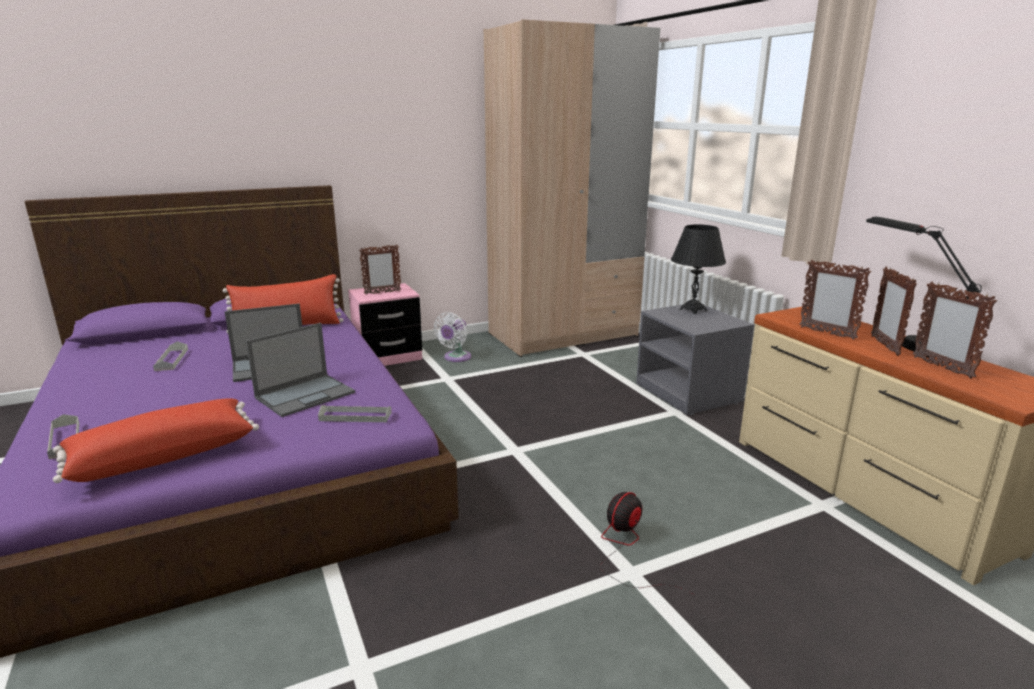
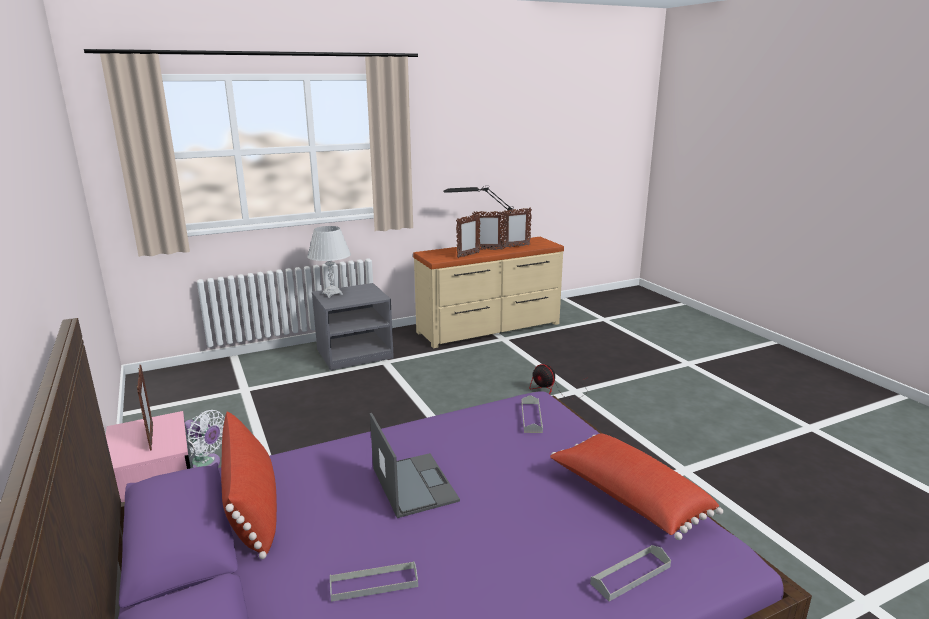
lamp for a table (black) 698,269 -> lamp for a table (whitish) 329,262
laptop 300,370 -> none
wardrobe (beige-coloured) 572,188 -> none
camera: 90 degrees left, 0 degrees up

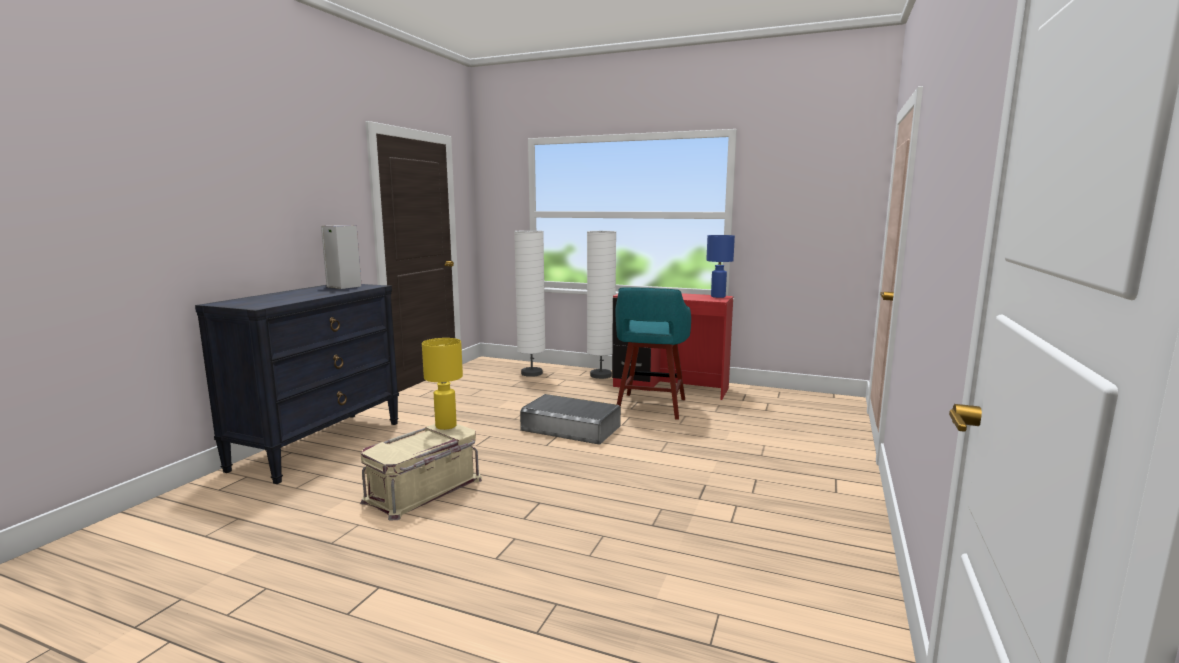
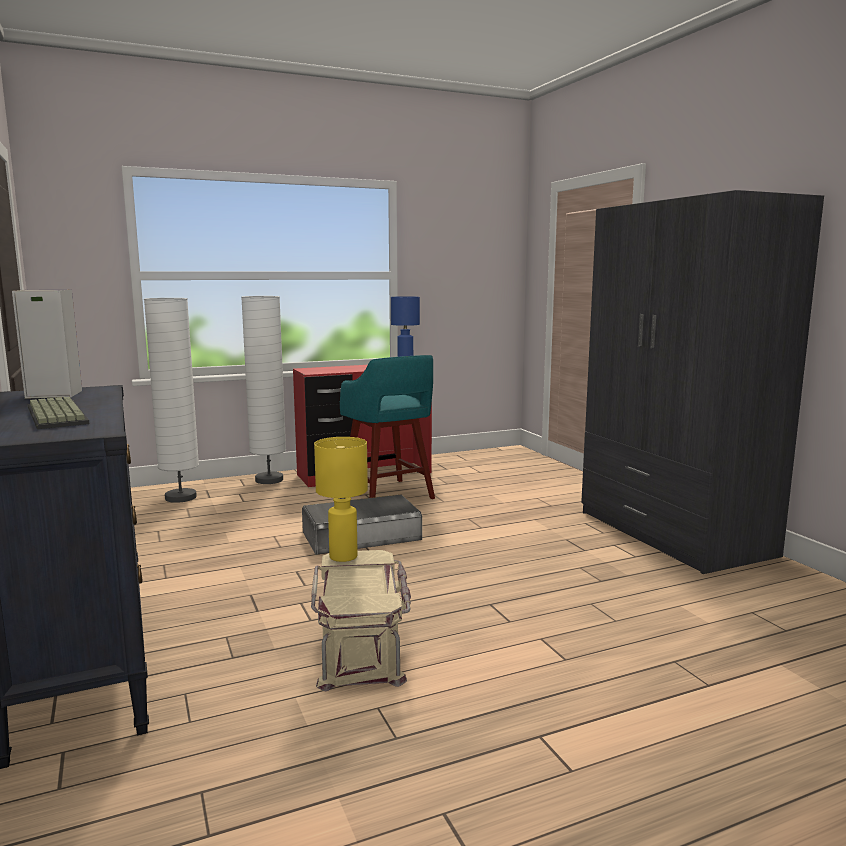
none -> PC keyboard 58,413
none -> wardrobe (greyish) 702,382
camera: 45 degrees left, 0 degrees up

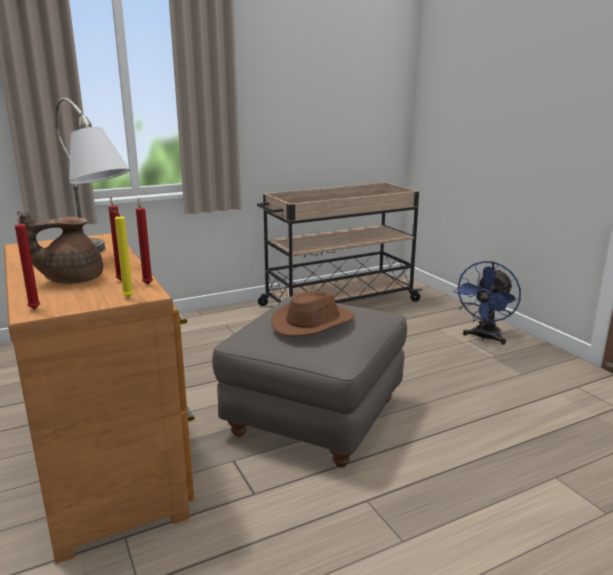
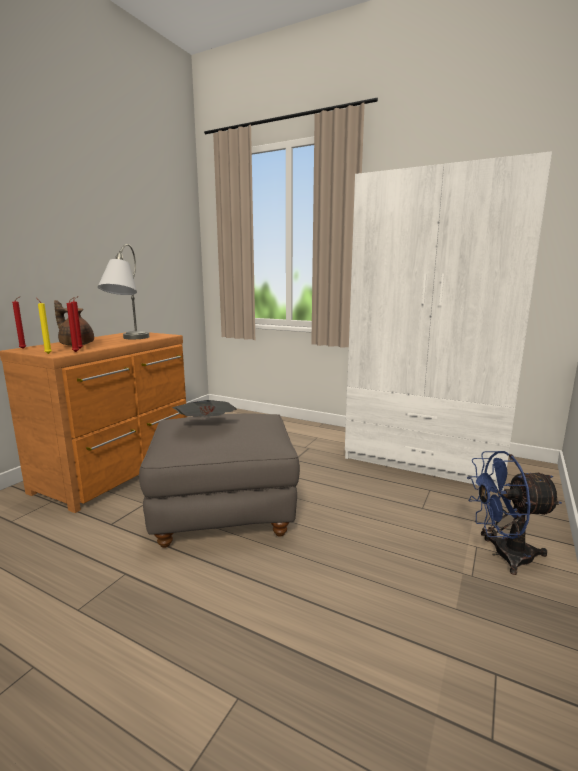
wearable hat (brownish) 313,313 -> daily paper 204,408
wheeled cart (beige-coloured) 340,244 -> wardrobe (whitish) 448,321
camera: 55 degrees right, 5 degrees down

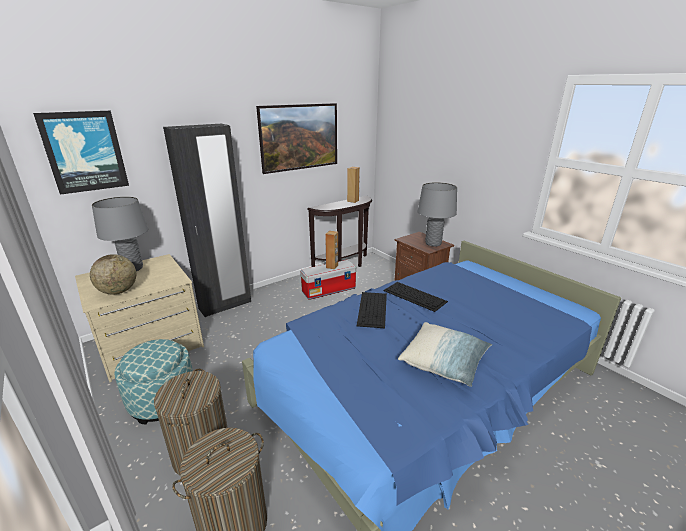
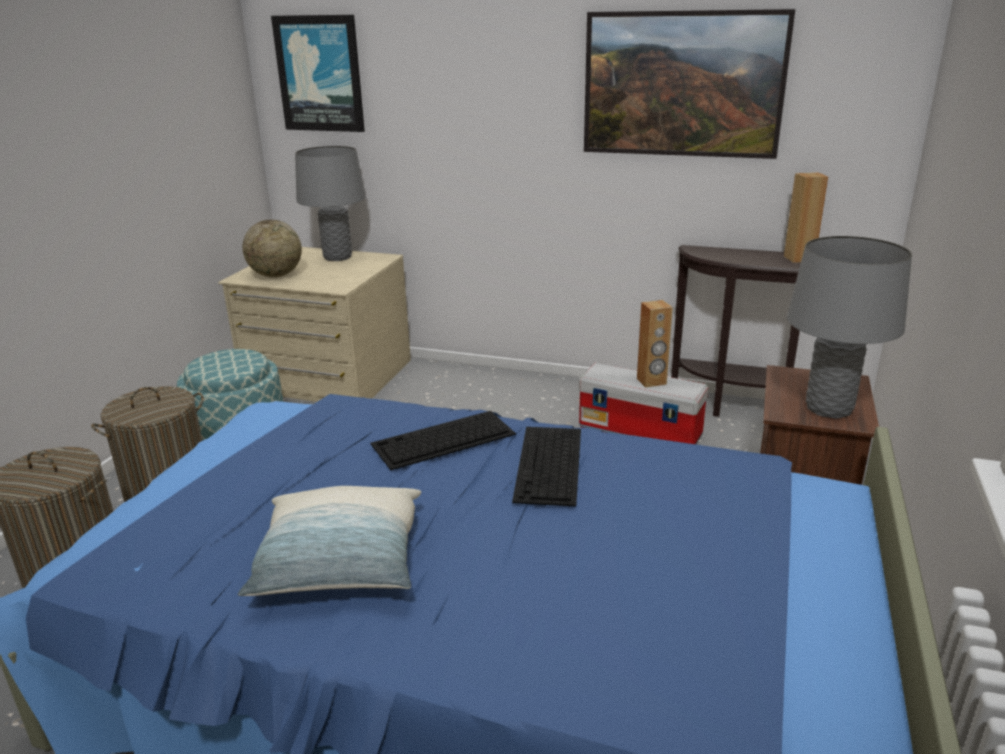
wardrobe (black) 207,220 -> none
camera: 55 degrees right, 0 degrees up

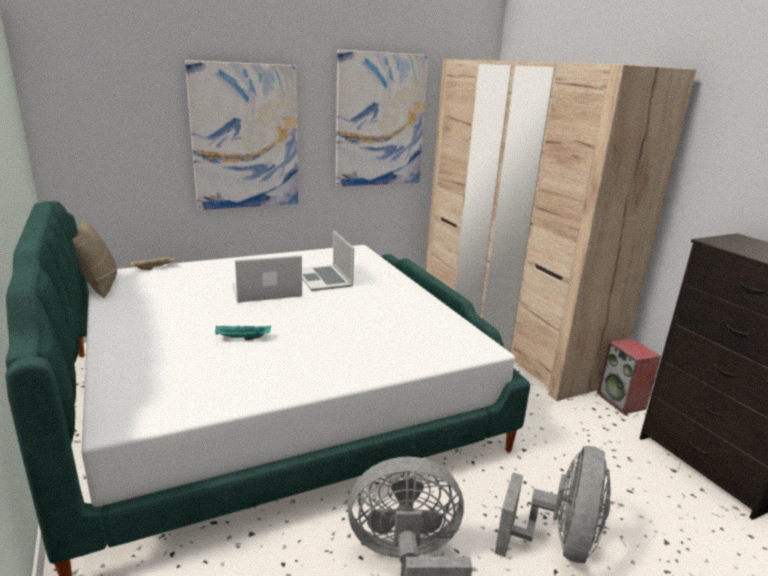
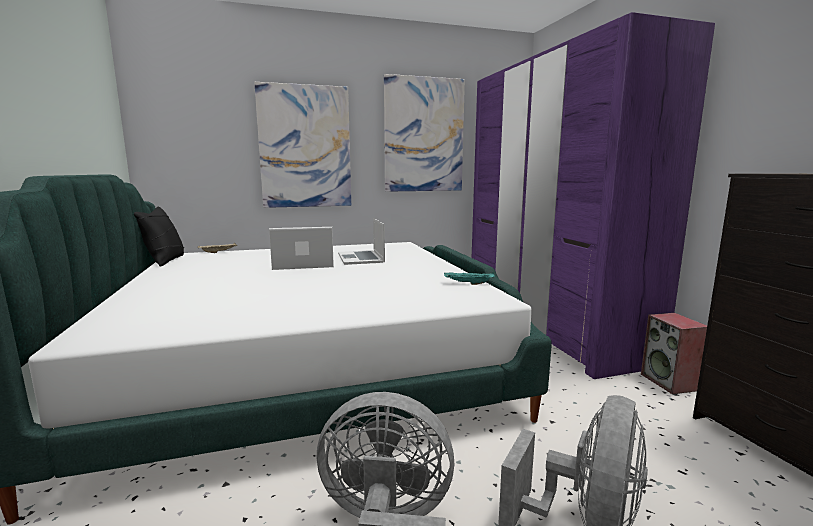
cushion (beige-coloured) 95,259 -> cushion (black) 159,236
carrying tray (blue-green) 243,332 -> carrying tray (blue-green) 469,278, relocated
wardrobe (beige-coloured) 561,230 -> wardrobe (purplish) 593,195
camera: 10 degrees right, 10 degrees down

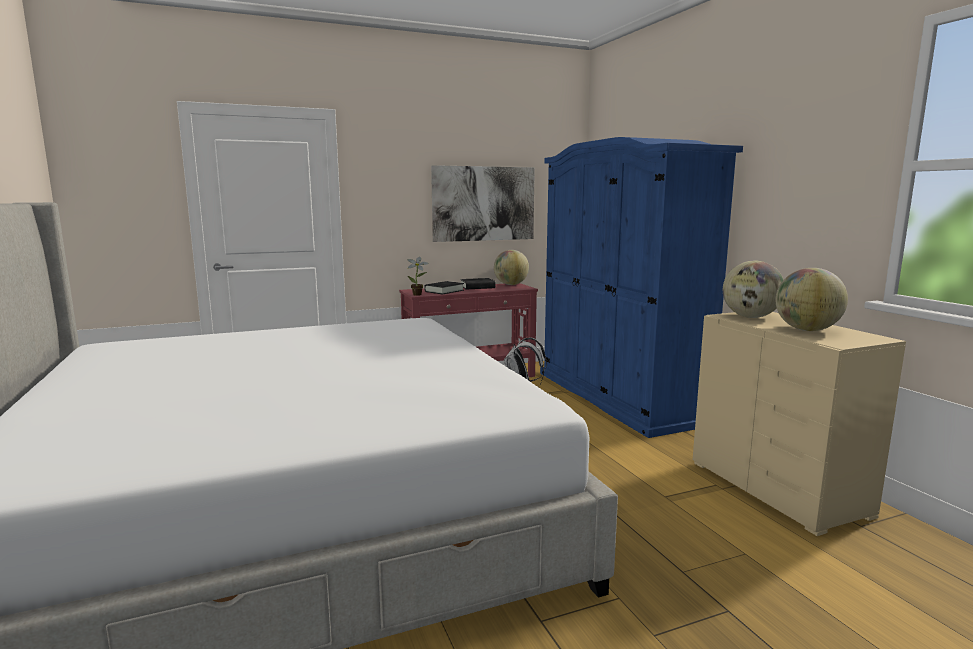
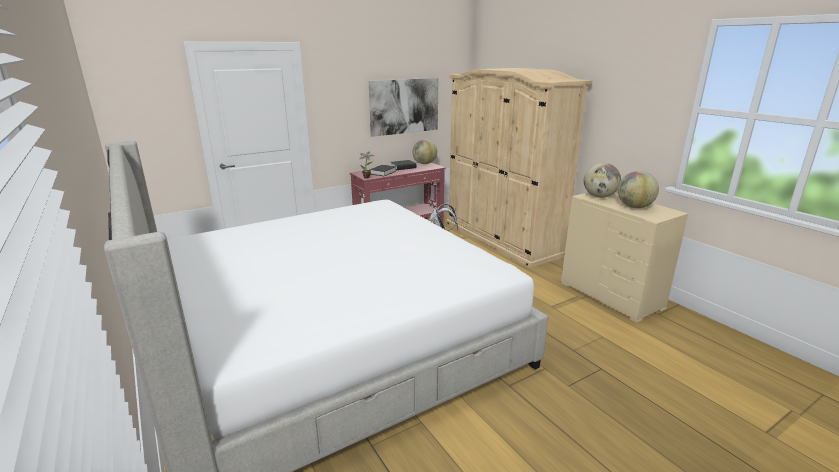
wardrobe (bluish) 641,287 -> wardrobe (beige-coloured) 519,168
camera: 10 degrees left, 10 degrees up

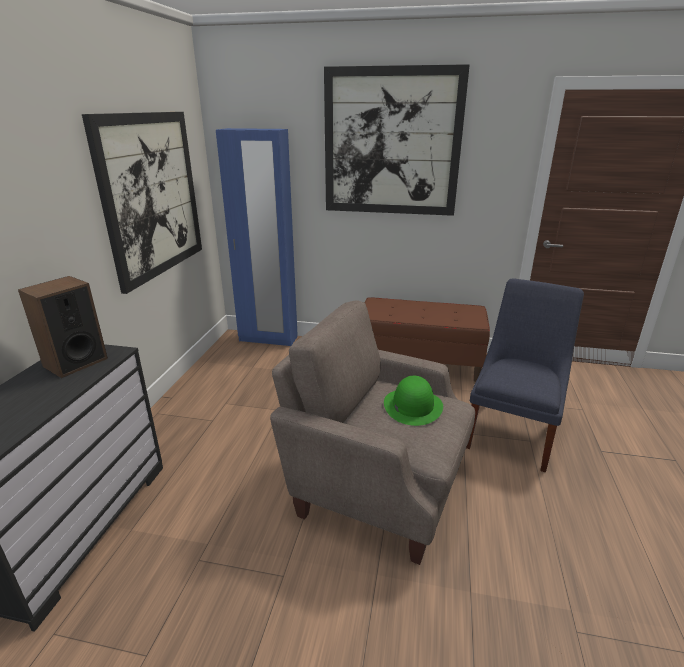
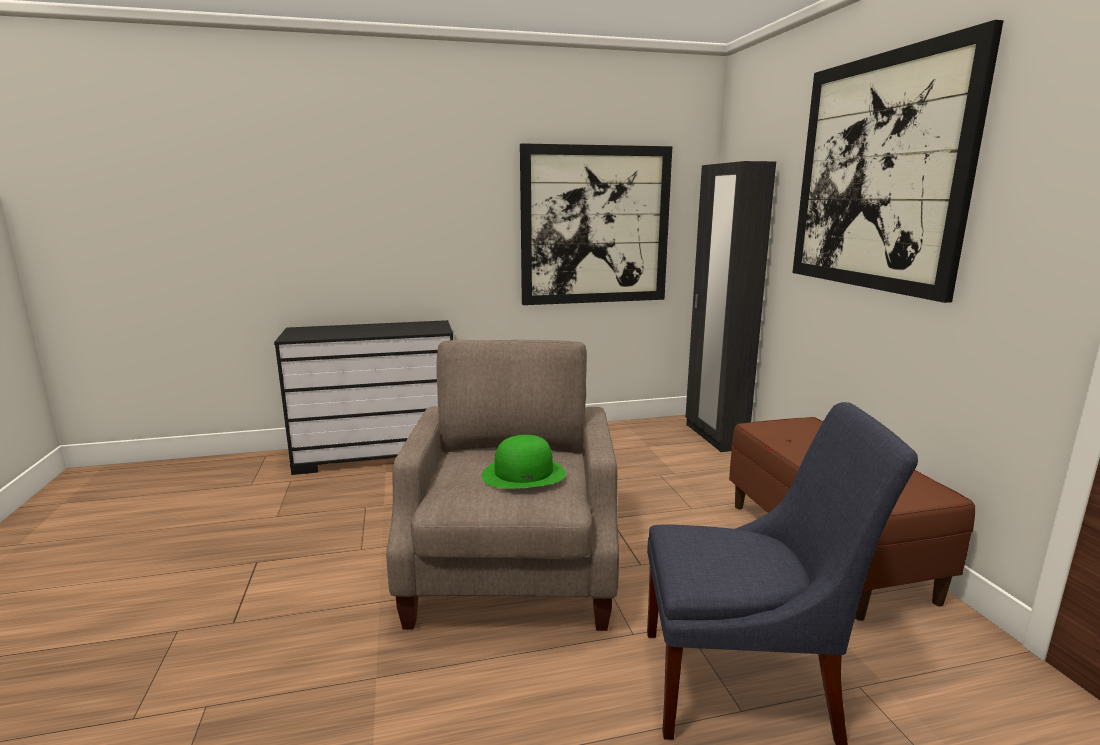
wardrobe (bluish) 257,237 -> wardrobe (black) 731,306
speaker 63,327 -> none
camera: 65 degrees right, 10 degrees down

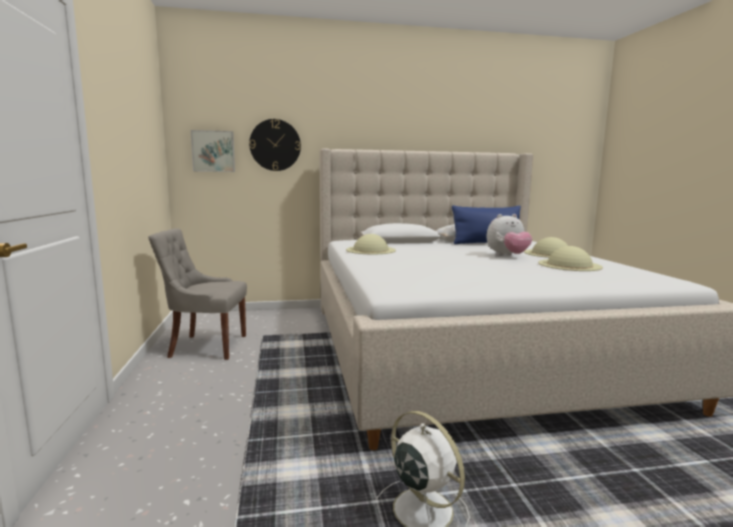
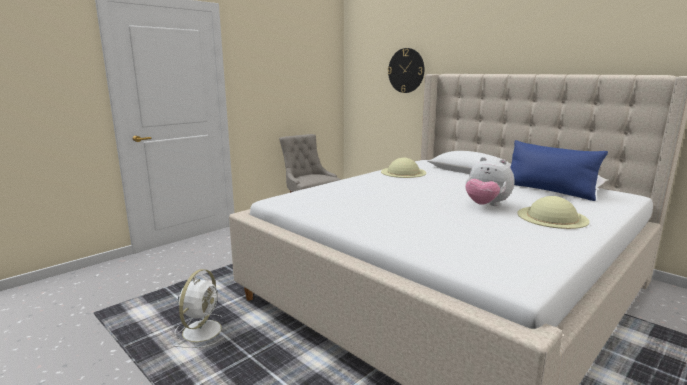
picture 213,151 -> none
wearable hat (beige-coloured) 570,258 -> none
camera: 55 degrees right, 5 degrees up

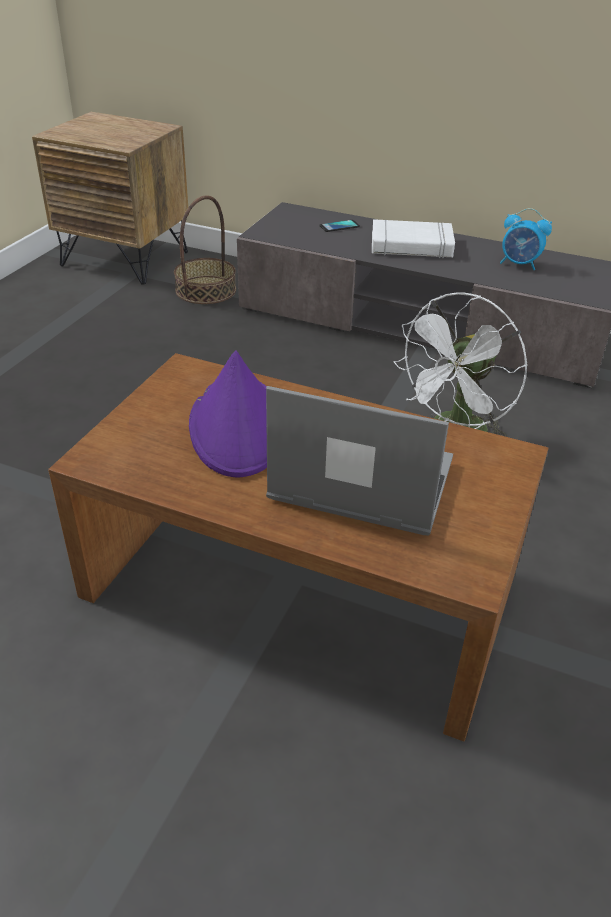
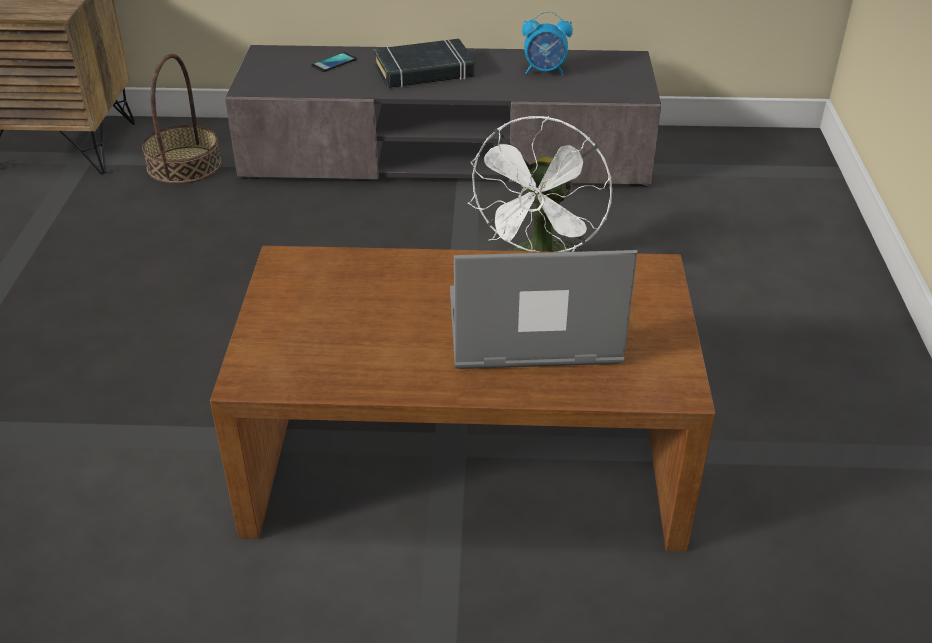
book (whitish) 413,238 -> book (black) 424,63
wearable hat (purplish) 228,414 -> none
camera: 20 degrees left, 0 degrees up

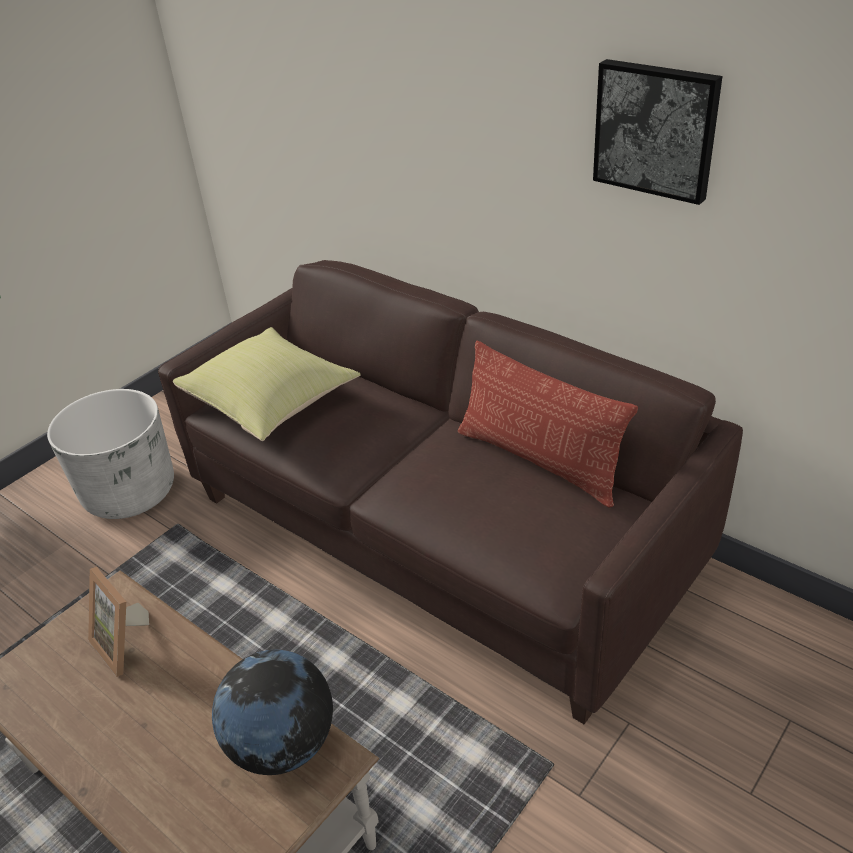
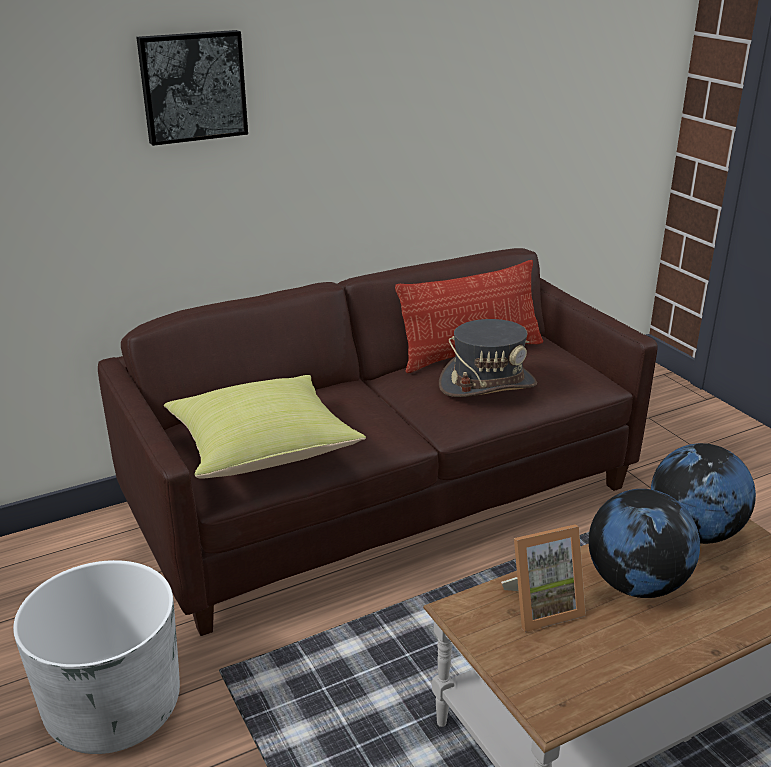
picture 658,132 -> picture 192,88, relocated
none -> wearable hat (greyish) 488,358
none -> desk globe 644,543
camera: 70 degrees left, 10 degrees down

